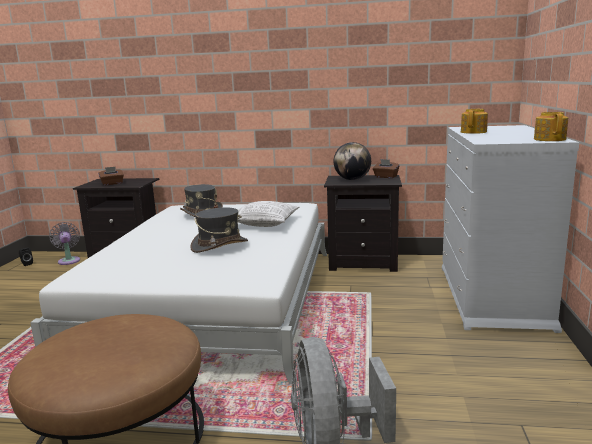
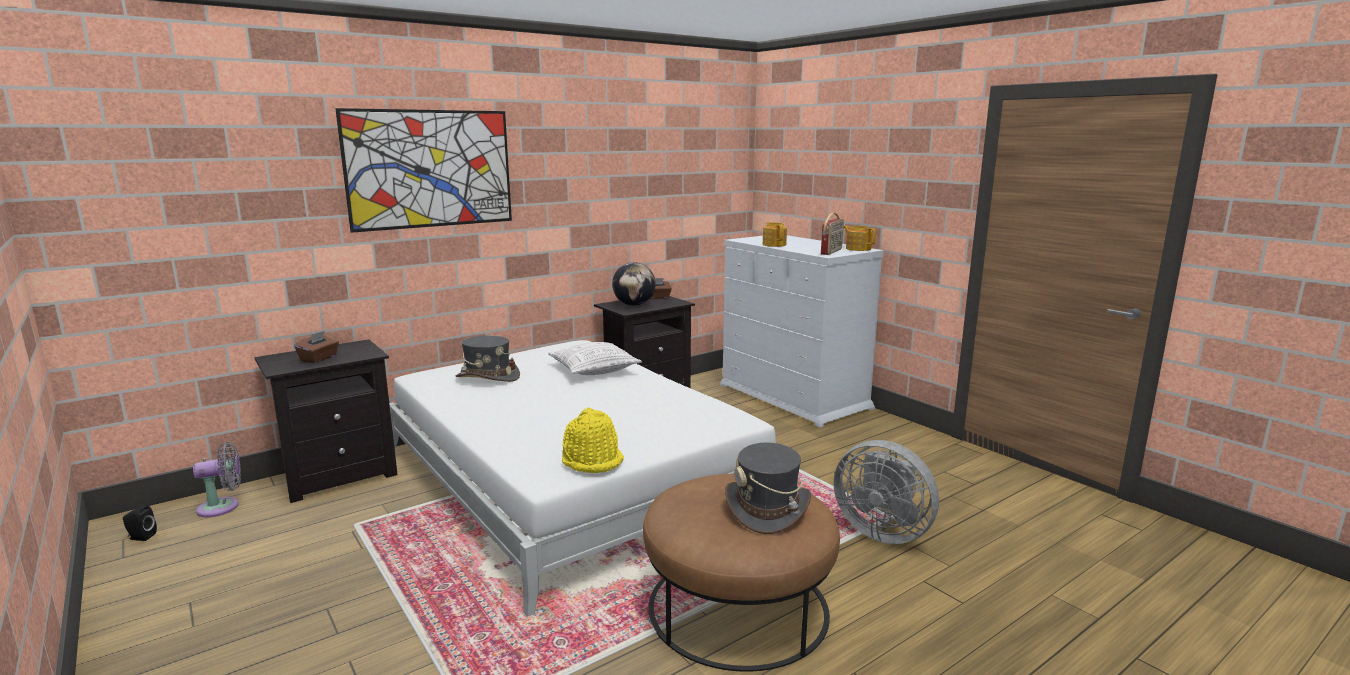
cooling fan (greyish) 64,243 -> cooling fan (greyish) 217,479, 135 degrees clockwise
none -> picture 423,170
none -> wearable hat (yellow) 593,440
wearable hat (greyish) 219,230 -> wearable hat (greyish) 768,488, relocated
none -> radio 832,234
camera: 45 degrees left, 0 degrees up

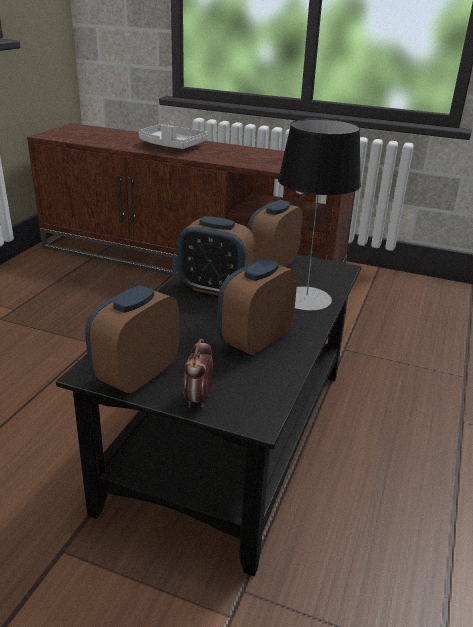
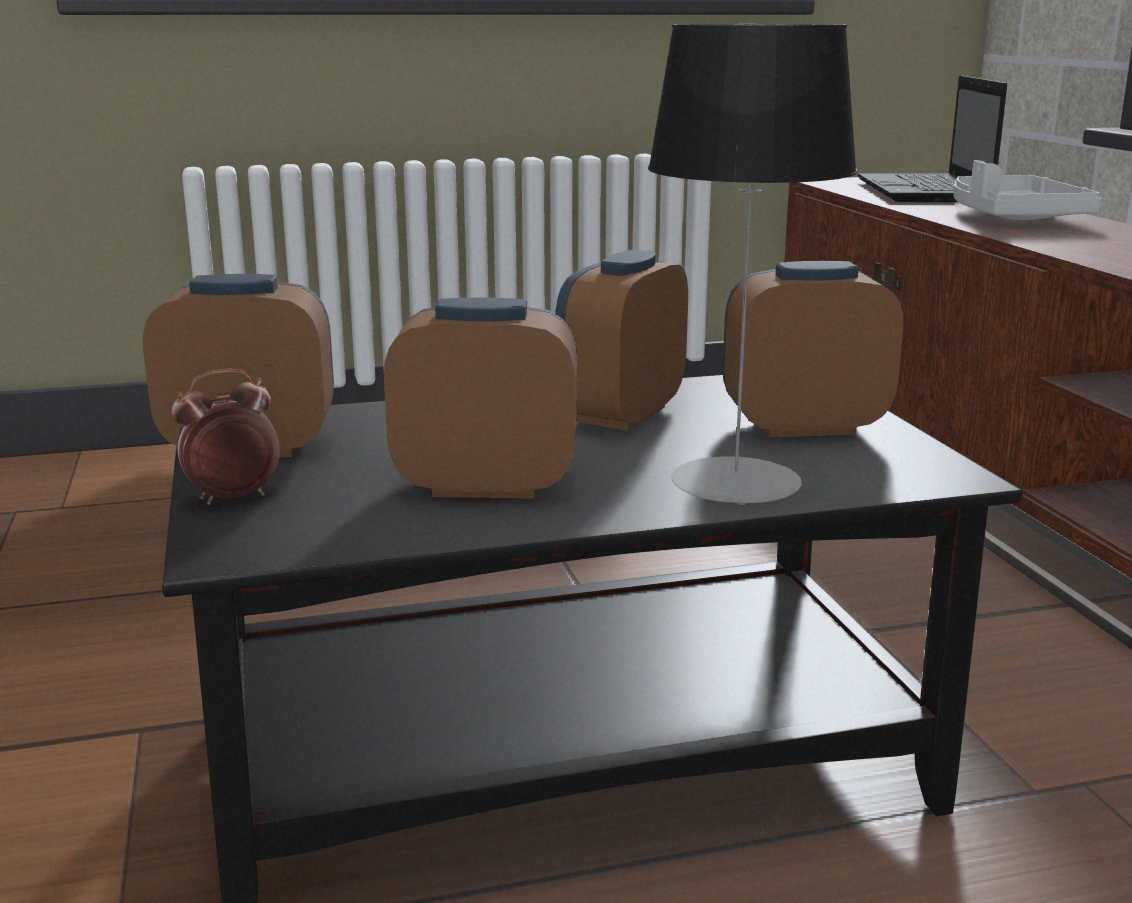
alarm clock 215,256 -> alarm clock 621,340, 45 degrees clockwise
none -> laptop 932,138
camera: 55 degrees right, 10 degrees down

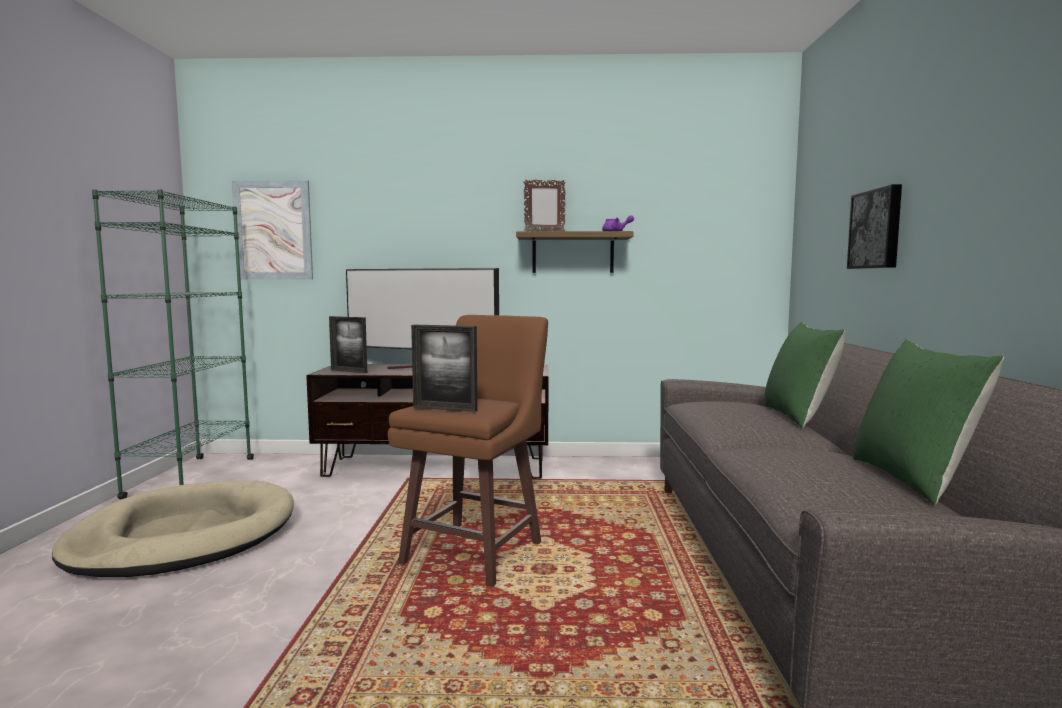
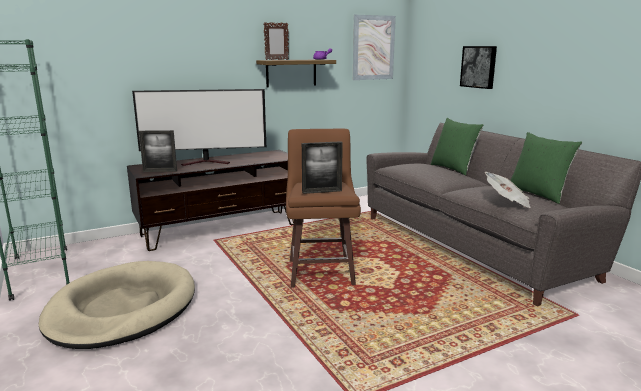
picture 272,229 -> picture 374,47, relocated
none -> daily paper 508,190
camera: 30 degrees left, 10 degrees up

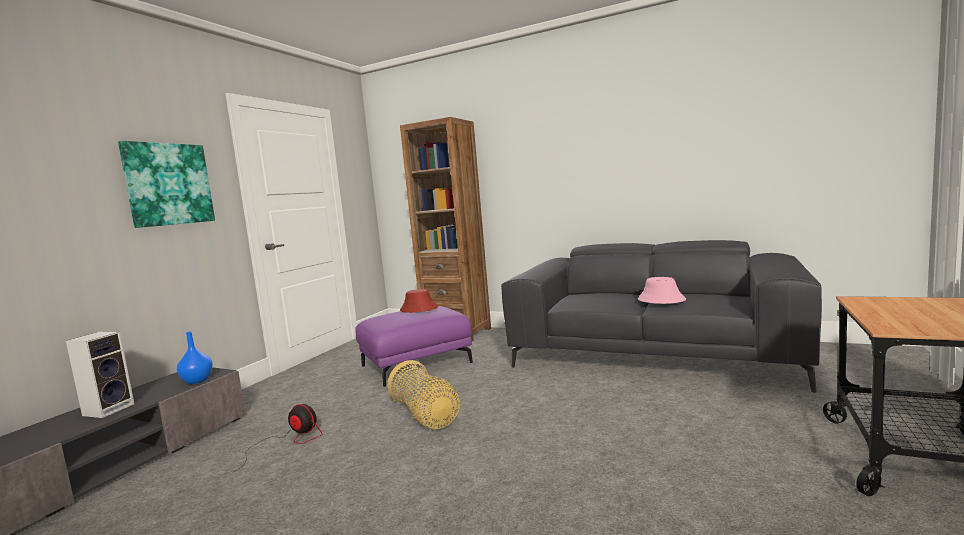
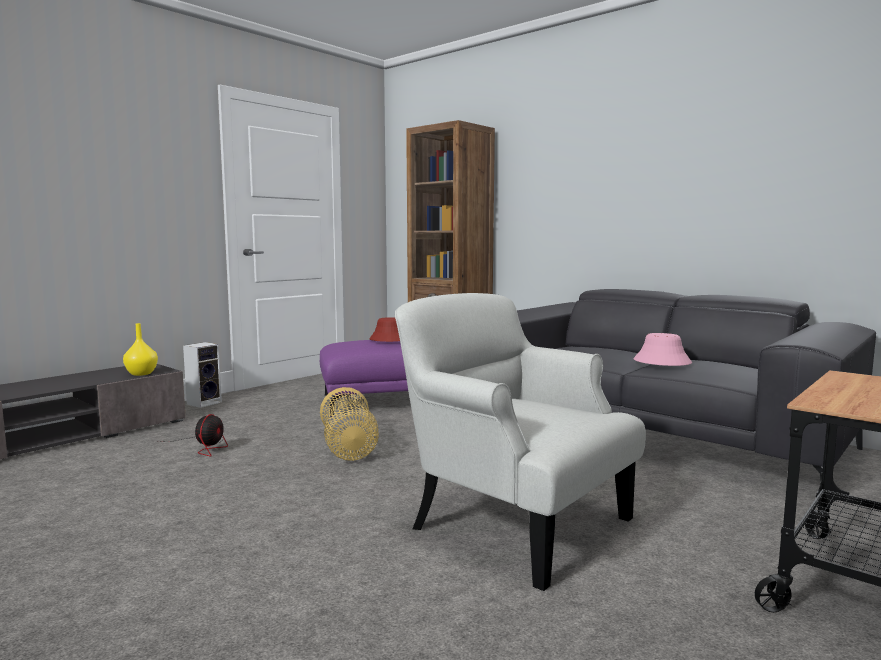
decorative vase (bluish) 195,358 -> decorative vase (yellow) 140,349
cooling fan 278,438 -> cooling fan 193,435, 60 degrees clockwise
speaker 100,374 -> speaker 202,375, relocated
none -> armchair (whitish) 520,442
picture 166,184 -> none
camera: 15 degrees right, 0 degrees up

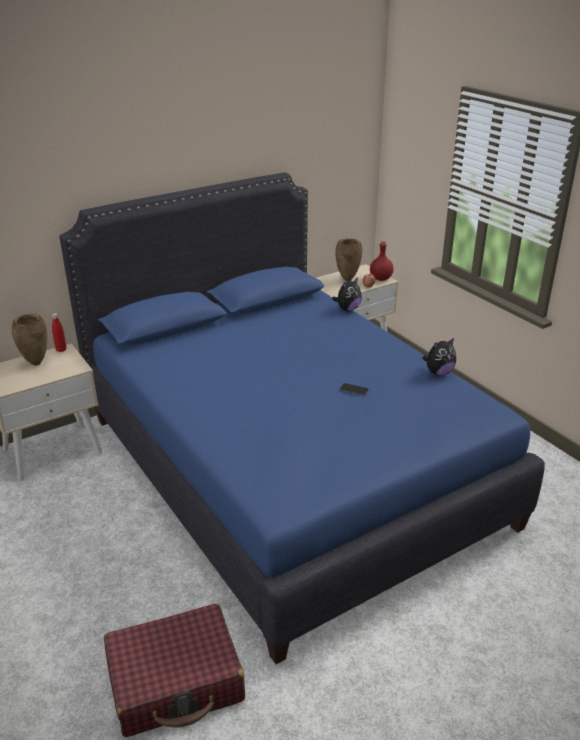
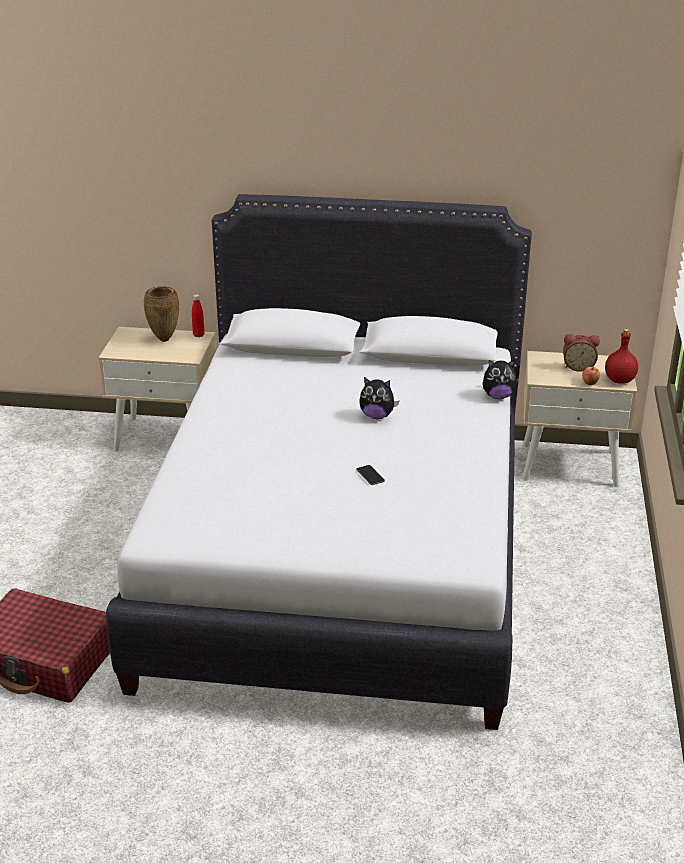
sleeping bed (bluish) 302,418 -> sleeping bed (whitish) 319,462
plush toy 439,357 -> plush toy 379,398, relocated
decorative vase (brownish) 348,259 -> alarm clock 581,353
camera: 40 degrees right, 0 degrees up

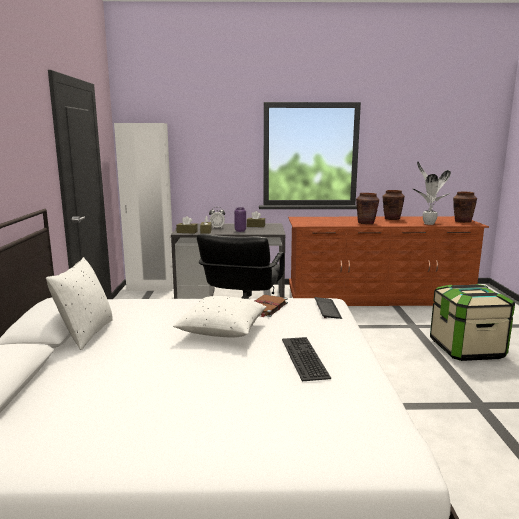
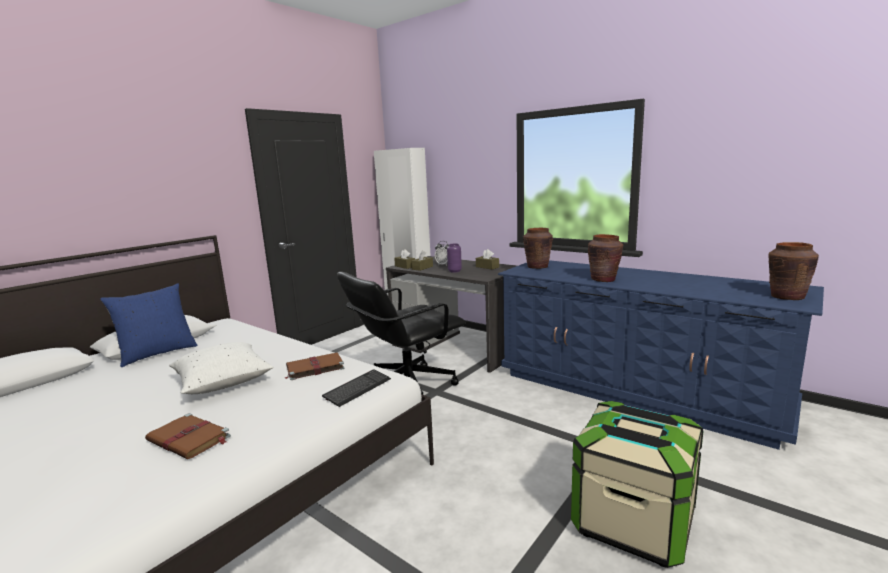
cushion (whitish) 79,303 -> cushion (bluish) 148,325
PC keyboard 306,359 -> book (brownish) 188,436
drawer chest (brownish) 388,261 -> drawer chest (bluish) 661,355
decorative vase (brownish) 393,205 -> decorative vase (brownish) 538,248, relocated
potted plant 432,193 -> none
camera: 40 degrees right, 0 degrees up

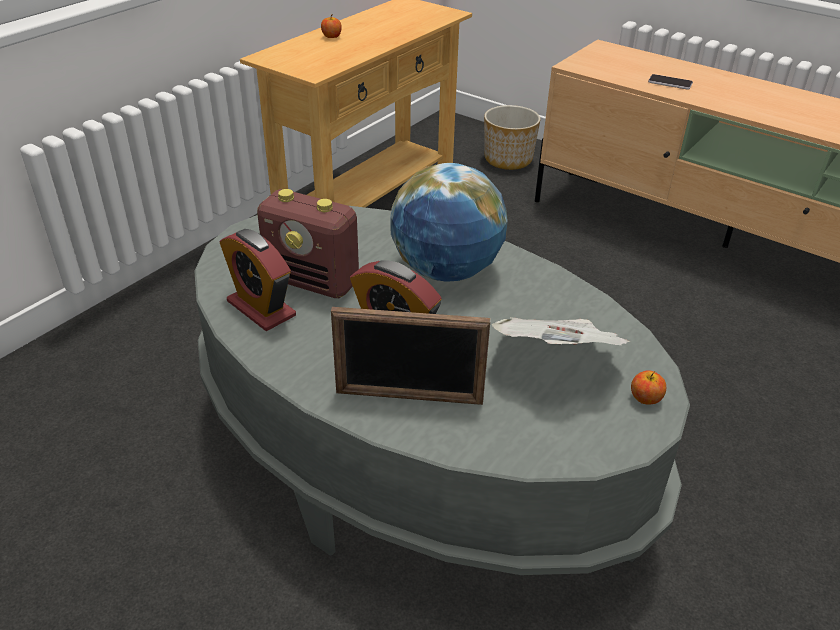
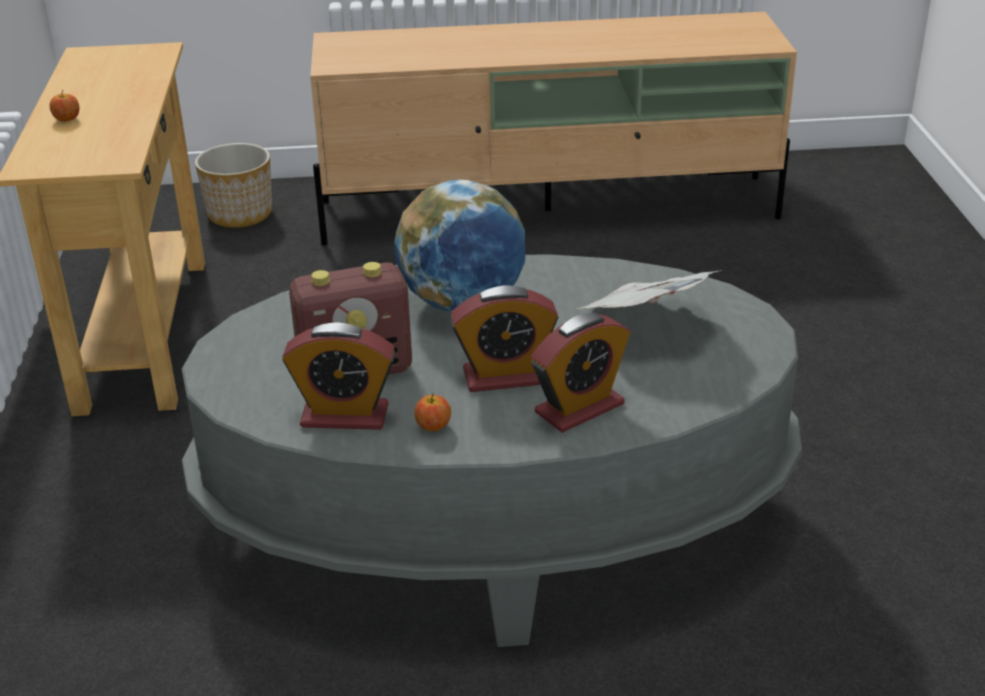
apple fruit 648,387 -> apple fruit 433,412, relocated
picture frame 411,356 -> alarm clock 580,373
telephone 670,82 -> none
camera: 40 degrees left, 5 degrees down

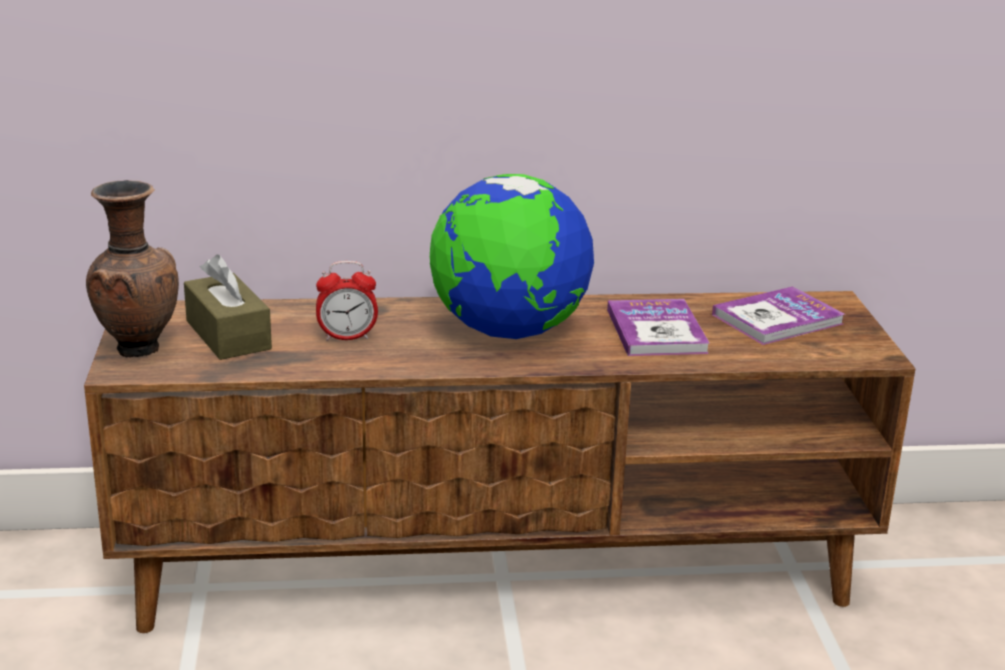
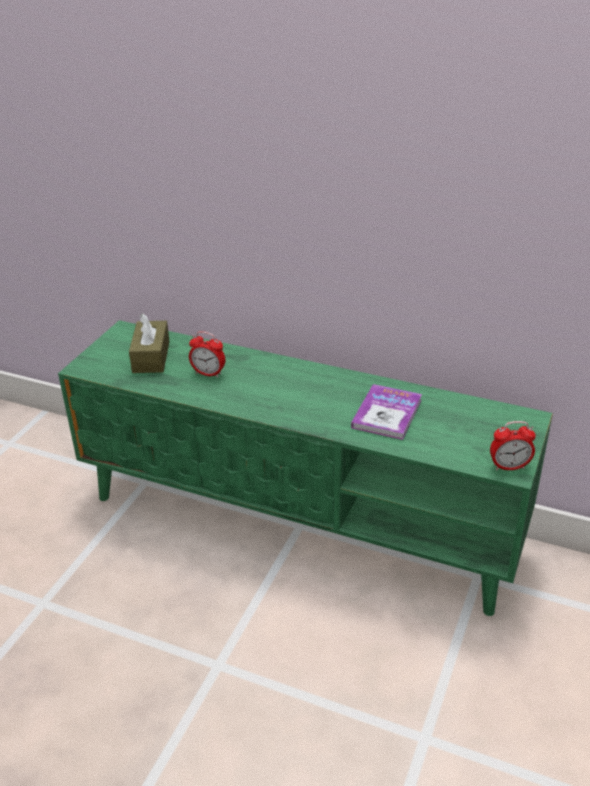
tv stand (brownish) 500,462 -> tv stand (greenish) 305,468
none -> alarm clock 513,446
decorative vase (brownish) 132,268 -> none
desk globe 512,256 -> none
book 778,316 -> none
camera: 30 degrees right, 10 degrees up

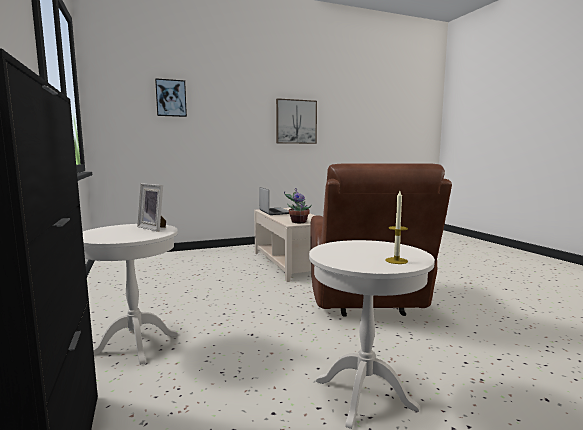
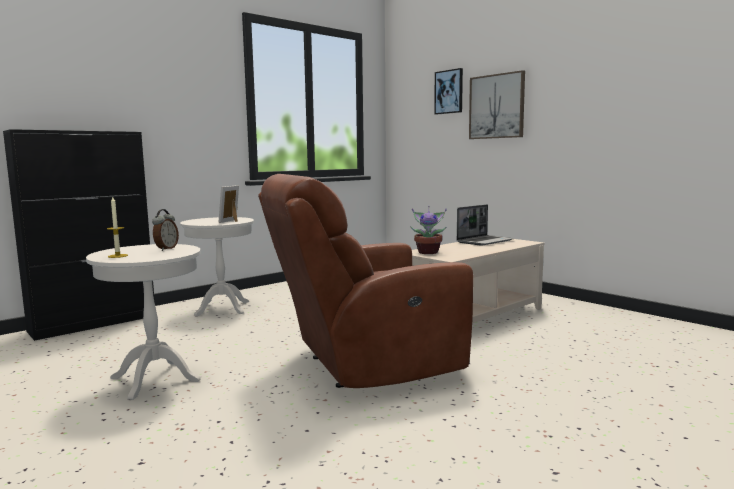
none -> alarm clock 165,230
picture 296,121 -> picture 497,104, relocated
camera: 70 degrees right, 0 degrees up

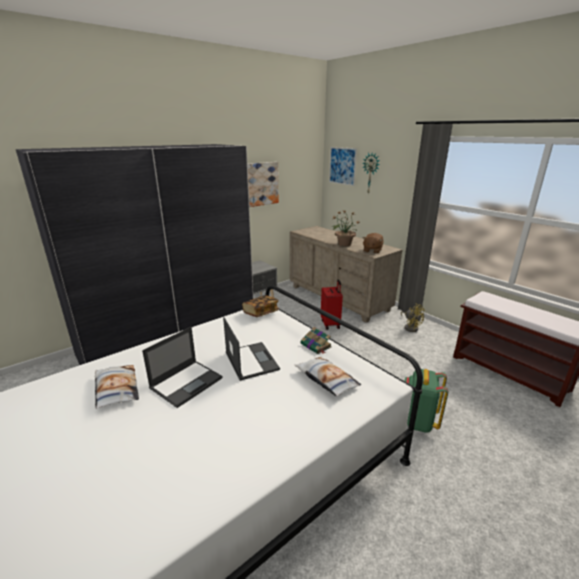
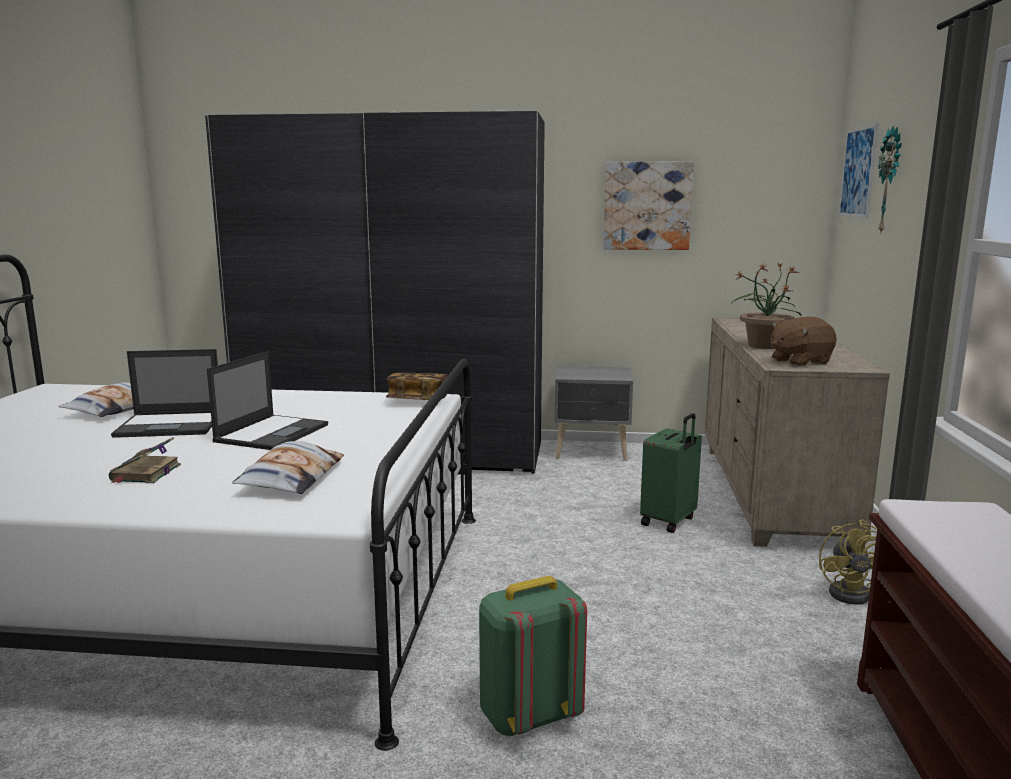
book 316,340 -> book 145,460, relocated
travel case (red-coloured) 332,305 -> travel case (greenish) 671,473
camera: 45 degrees right, 10 degrees down

